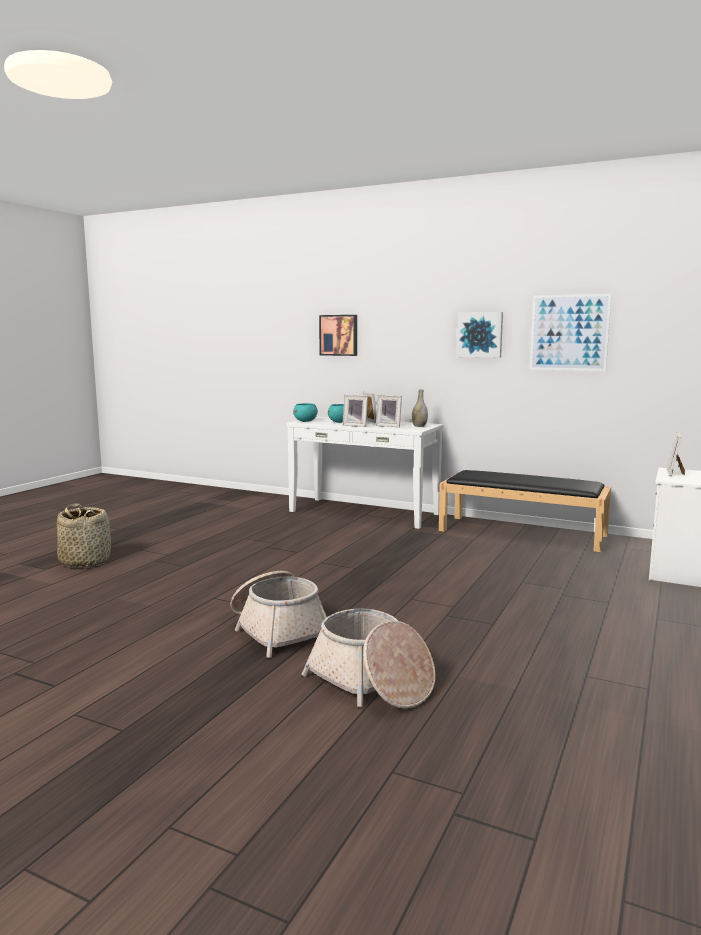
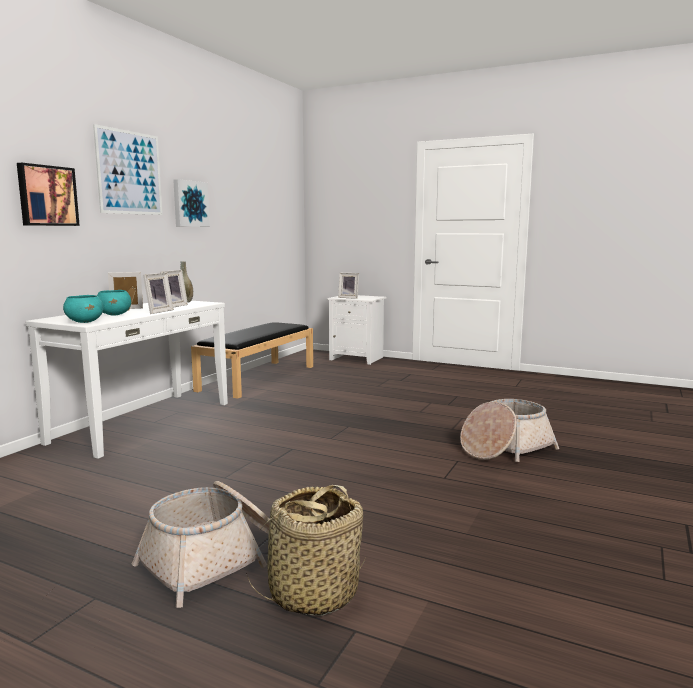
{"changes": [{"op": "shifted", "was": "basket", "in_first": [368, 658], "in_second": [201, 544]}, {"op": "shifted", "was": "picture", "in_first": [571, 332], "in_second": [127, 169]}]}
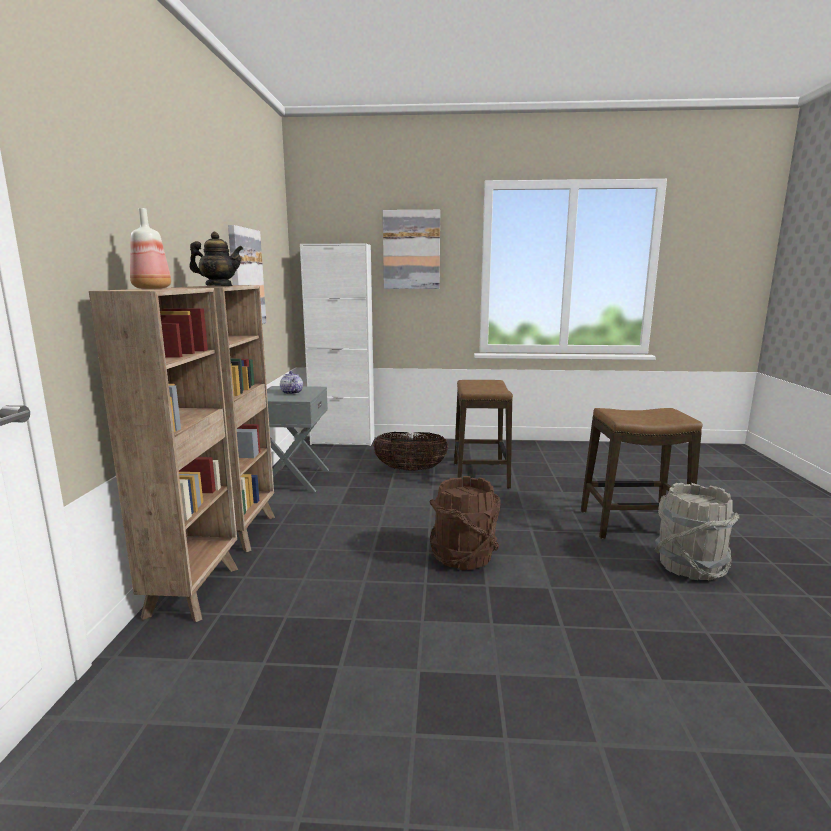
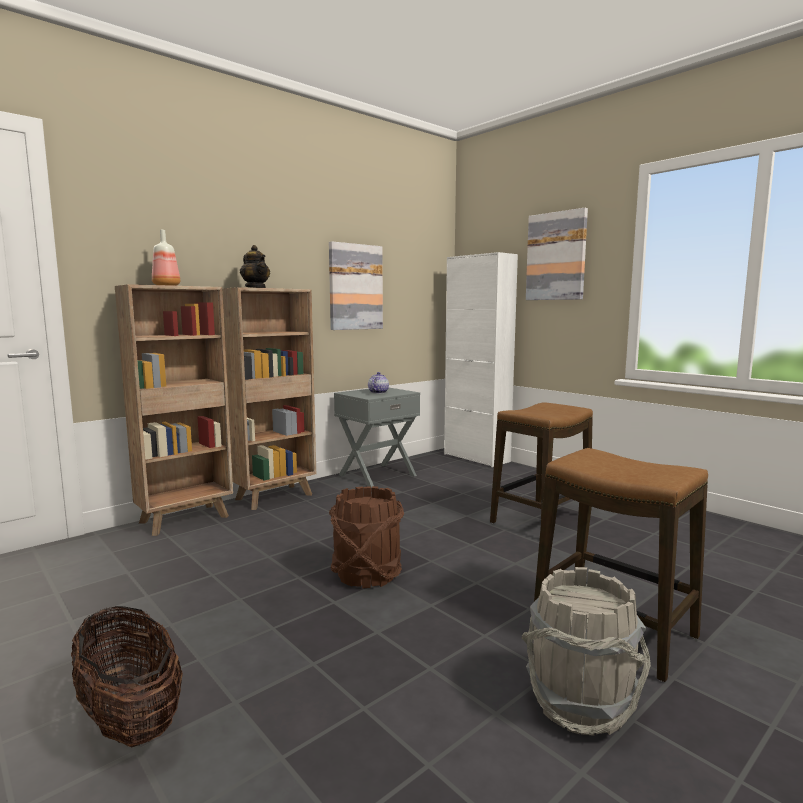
{"changes": [{"op": "shifted", "was": "basket", "in_first": [410, 451], "in_second": [127, 676]}]}
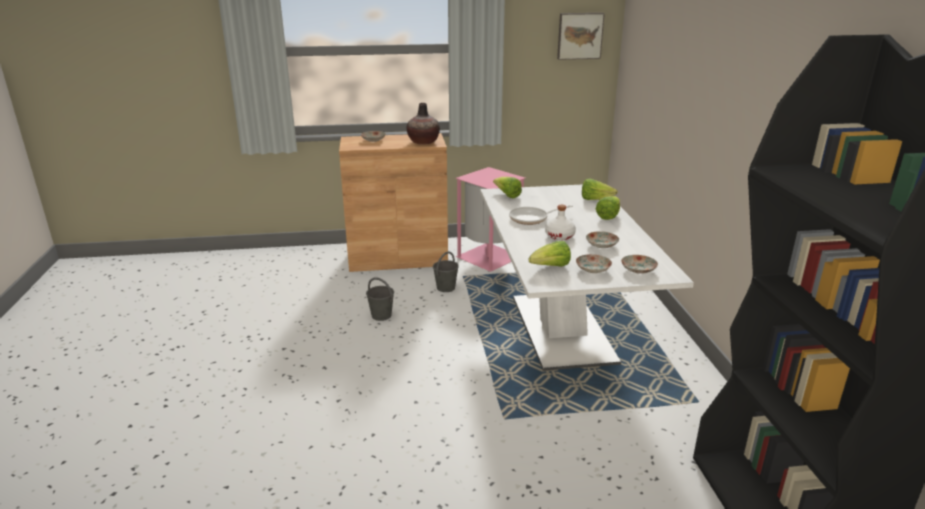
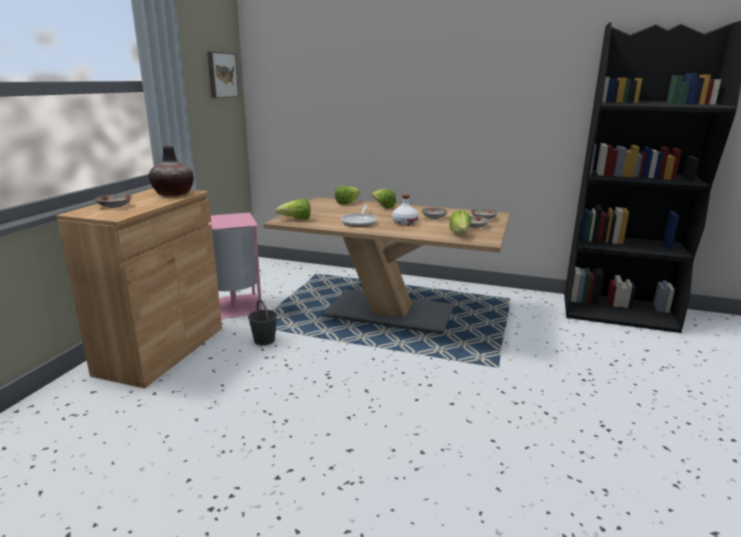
{"changes": [{"op": "gone", "was": "bucket (grey)", "in_first": [380, 299]}, {"op": "repainted", "was": "dining table (white)", "now": "dining table (brown)", "in_first": [587, 277], "in_second": [387, 265]}]}
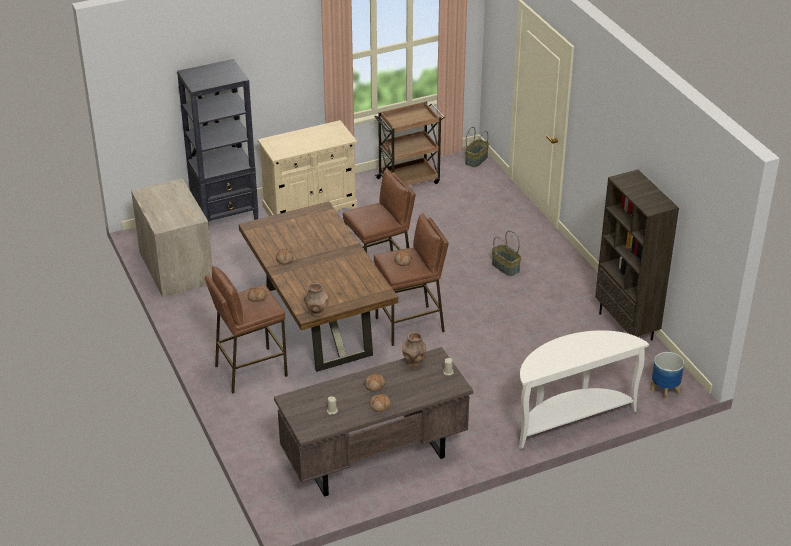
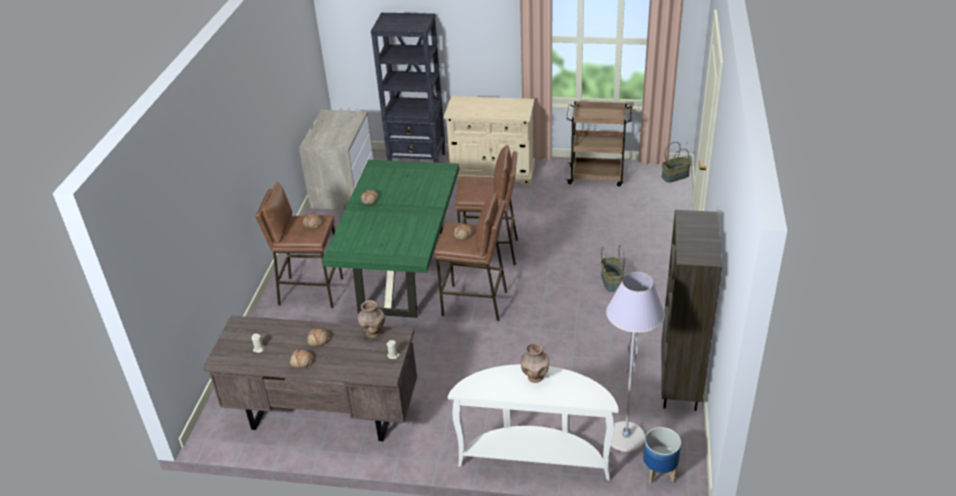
{"changes": [{"op": "new", "now": "floor lamp (grey)", "in_second": [635, 362]}, {"op": "shifted", "was": "vase (brown)", "in_first": [316, 300], "in_second": [535, 362]}, {"op": "repainted", "was": "dining table (brown)", "now": "dining table (green)", "in_first": [318, 286], "in_second": [390, 239]}]}
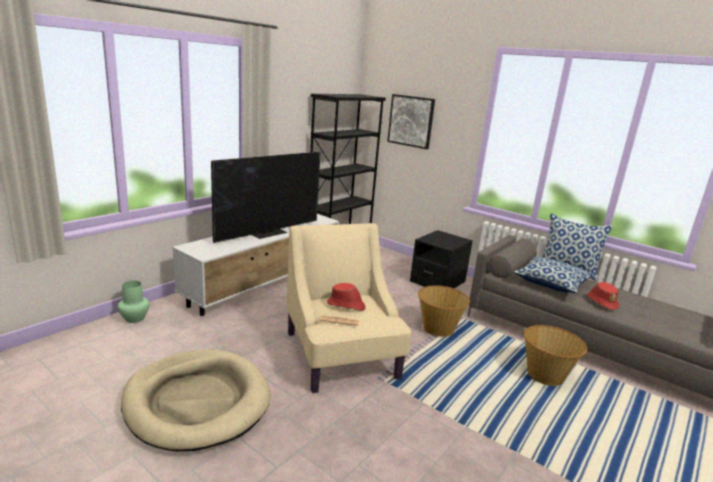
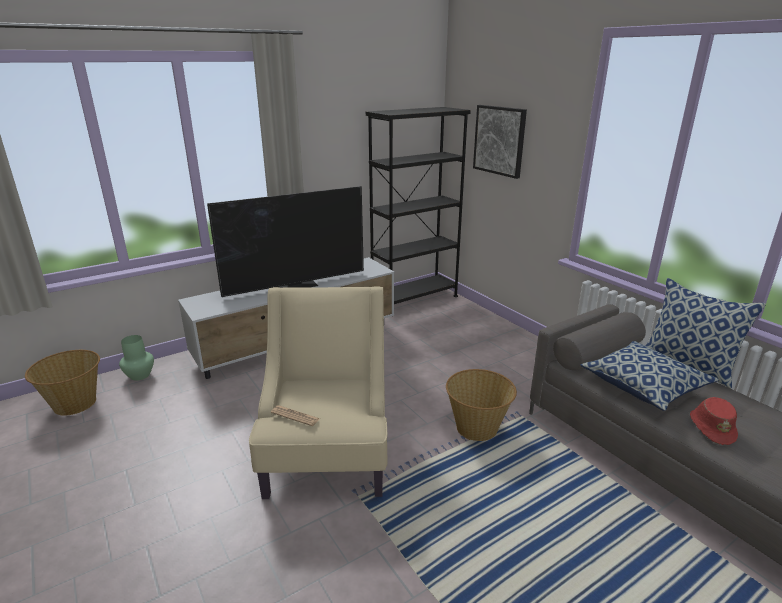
{"changes": [{"op": "gone", "was": "dog bed (beige)", "in_first": [196, 400]}, {"op": "gone", "was": "hat (red)", "in_first": [346, 297]}, {"op": "gone", "was": "nightstand (black)", "in_first": [441, 259]}, {"op": "shifted", "was": "basket", "in_first": [555, 355], "in_second": [62, 382]}]}
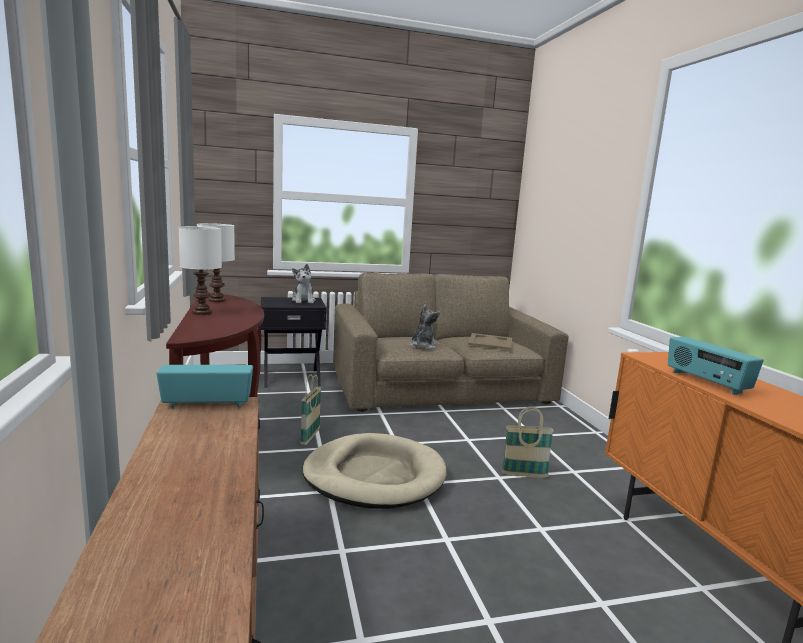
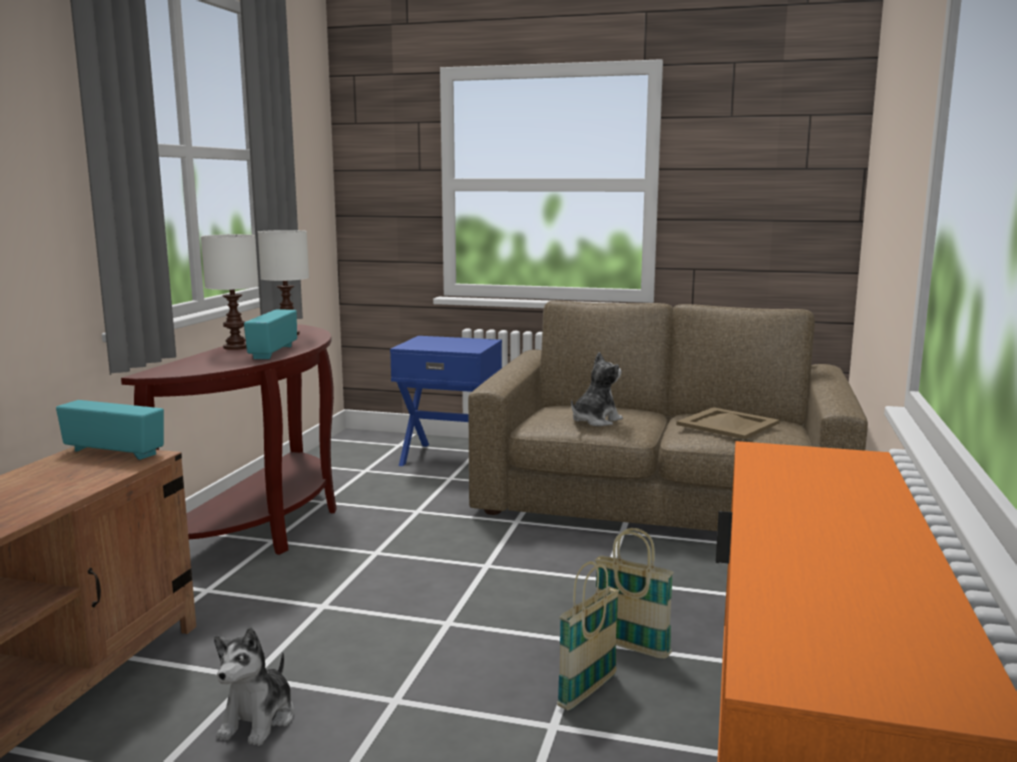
{"changes": [{"op": "gone", "was": "dog bed (beige)", "in_first": [374, 471]}, {"op": "shifted", "was": "plush toy", "in_first": [304, 283], "in_second": [254, 686]}, {"op": "shifted", "was": "basket", "in_first": [310, 409], "in_second": [588, 635]}, {"op": "shifted", "was": "radio", "in_first": [715, 366], "in_second": [270, 334]}, {"op": "repainted", "was": "side table (black)", "now": "side table (blue)", "in_first": [293, 342], "in_second": [446, 401]}]}
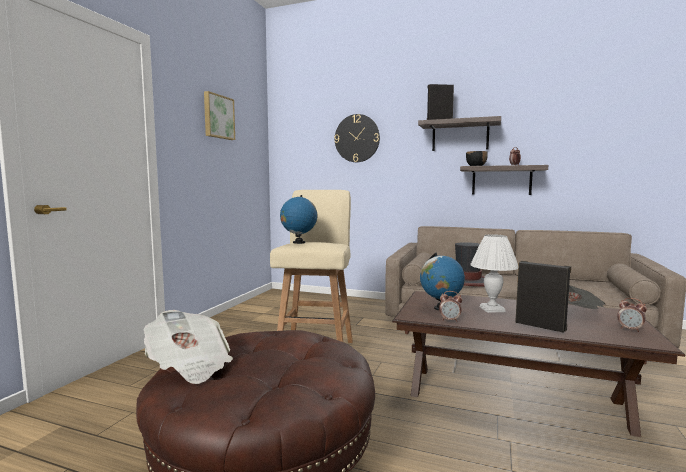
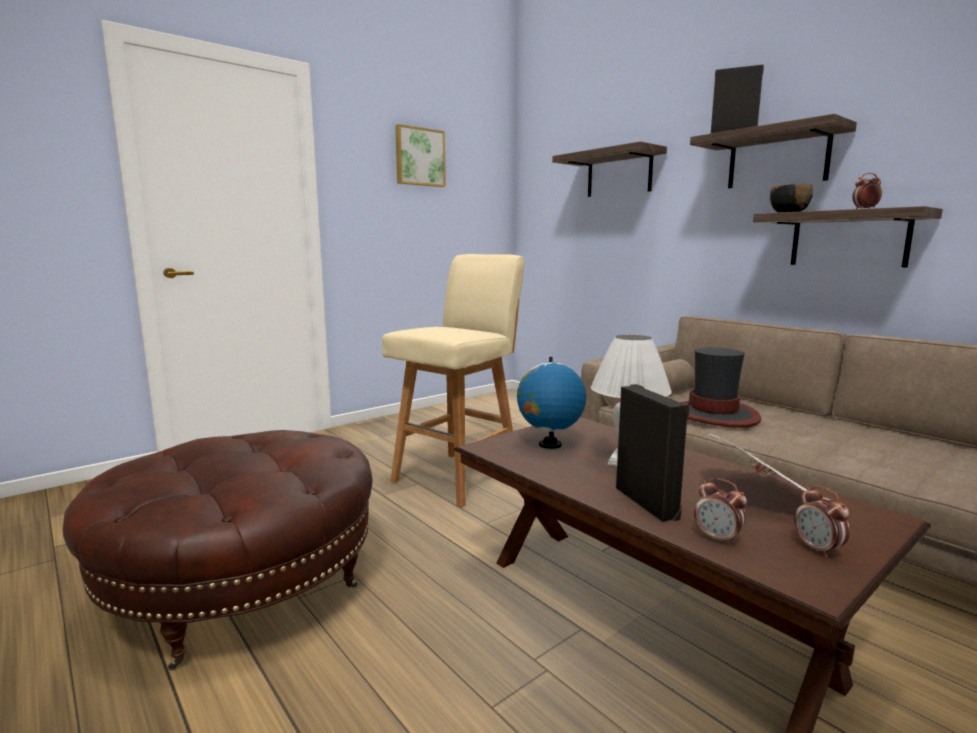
{"changes": [{"op": "gone", "was": "newspaper", "in_first": [188, 347]}, {"op": "gone", "was": "globe", "in_first": [298, 219]}, {"op": "shifted", "was": "alarm clock", "in_first": [450, 306], "in_second": [720, 512]}, {"op": "swapped", "was": "wall clock", "now": "shelf", "in_first": [357, 138], "in_second": [609, 169]}]}
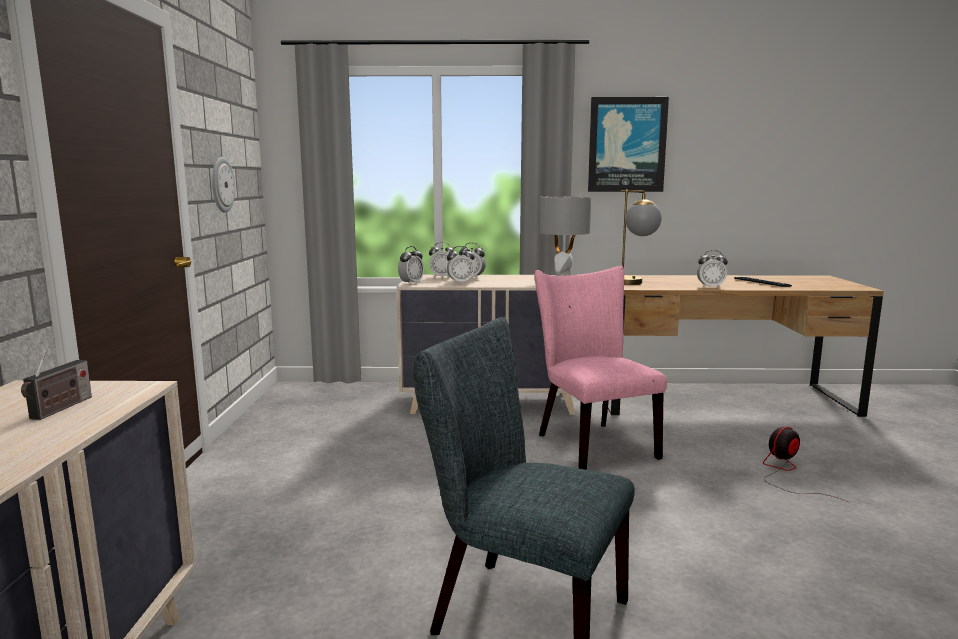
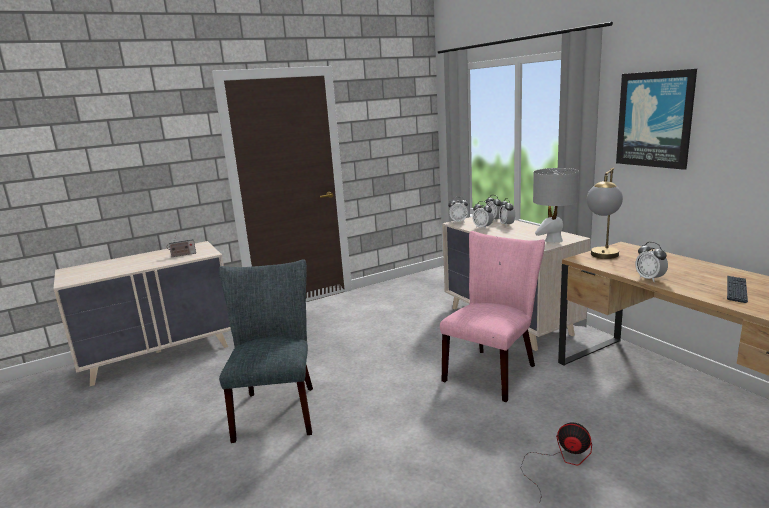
{"changes": [{"op": "gone", "was": "wall clock", "in_first": [223, 185]}]}
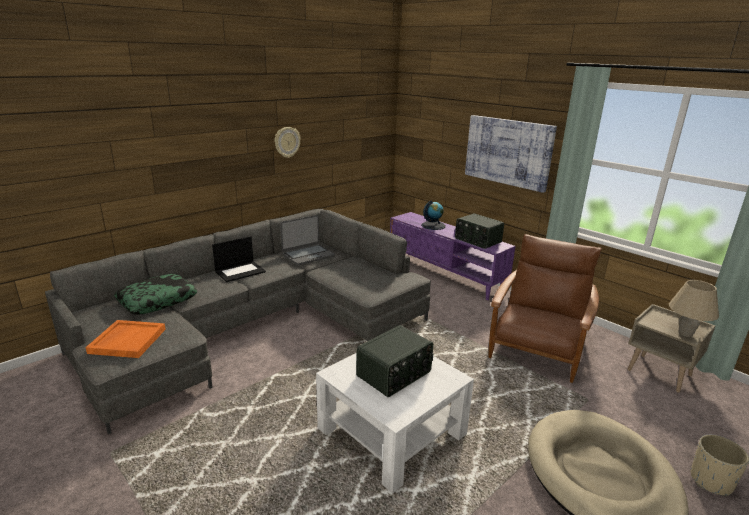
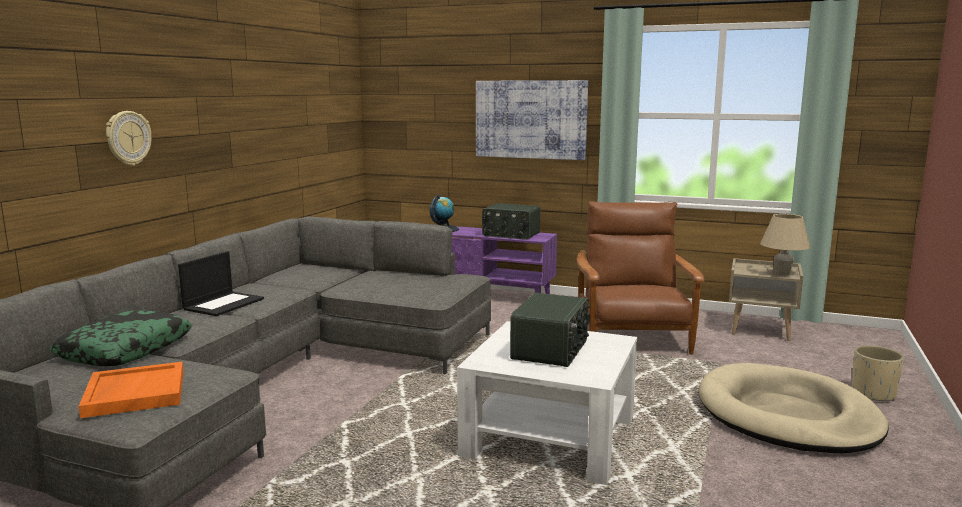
{"changes": [{"op": "gone", "was": "laptop", "in_first": [307, 240]}, {"op": "shifted", "was": "wall clock", "in_first": [288, 142], "in_second": [128, 138]}]}
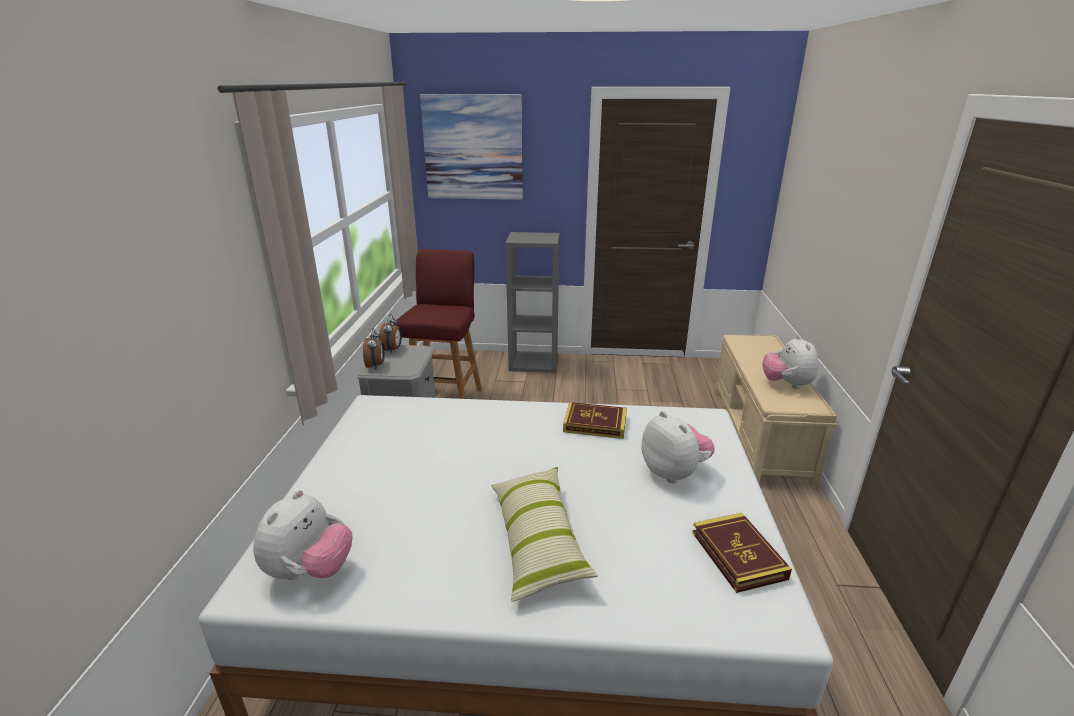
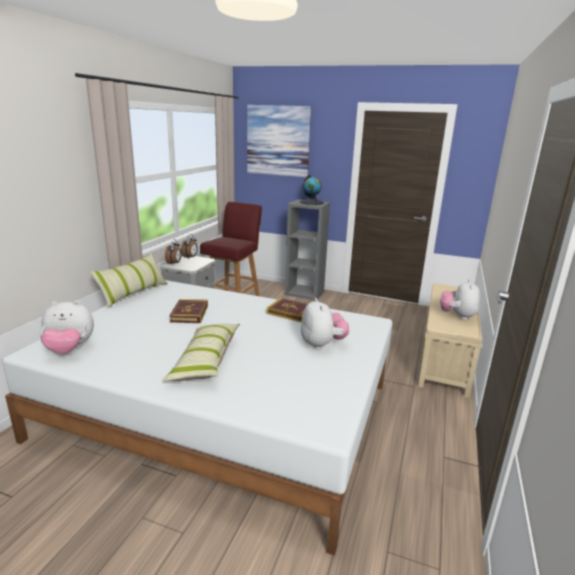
{"changes": [{"op": "new", "now": "pillow", "in_second": [128, 280]}, {"op": "new", "now": "globe", "in_second": [312, 190]}, {"op": "shifted", "was": "book", "in_first": [742, 553], "in_second": [188, 311]}, {"op": "rotated", "was": "plush toy", "in_first": [303, 535], "in_second": [67, 327], "clockwise": 45}]}
